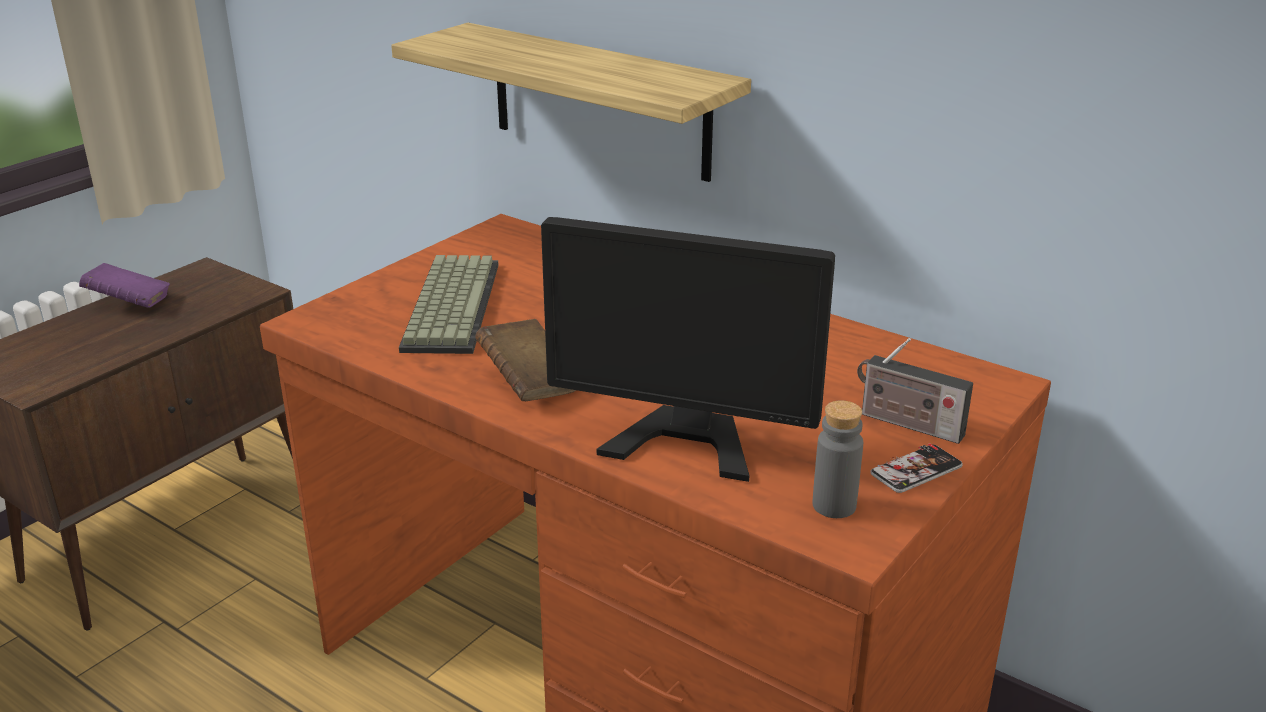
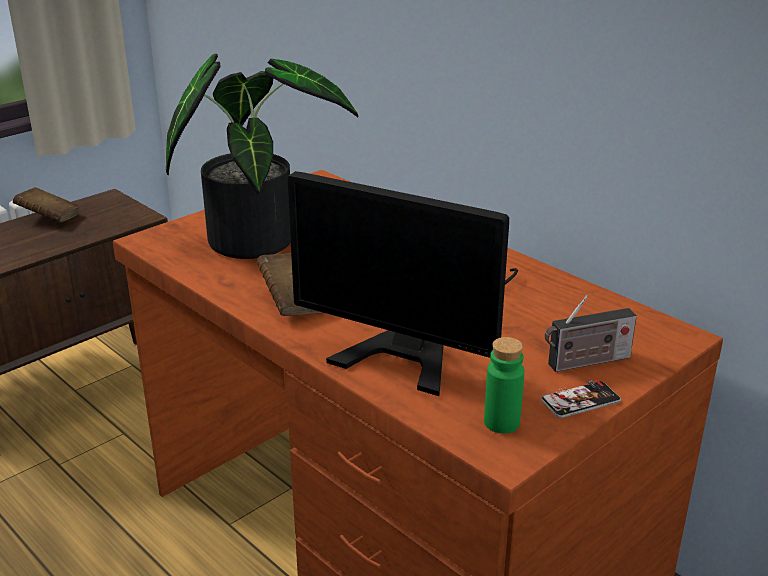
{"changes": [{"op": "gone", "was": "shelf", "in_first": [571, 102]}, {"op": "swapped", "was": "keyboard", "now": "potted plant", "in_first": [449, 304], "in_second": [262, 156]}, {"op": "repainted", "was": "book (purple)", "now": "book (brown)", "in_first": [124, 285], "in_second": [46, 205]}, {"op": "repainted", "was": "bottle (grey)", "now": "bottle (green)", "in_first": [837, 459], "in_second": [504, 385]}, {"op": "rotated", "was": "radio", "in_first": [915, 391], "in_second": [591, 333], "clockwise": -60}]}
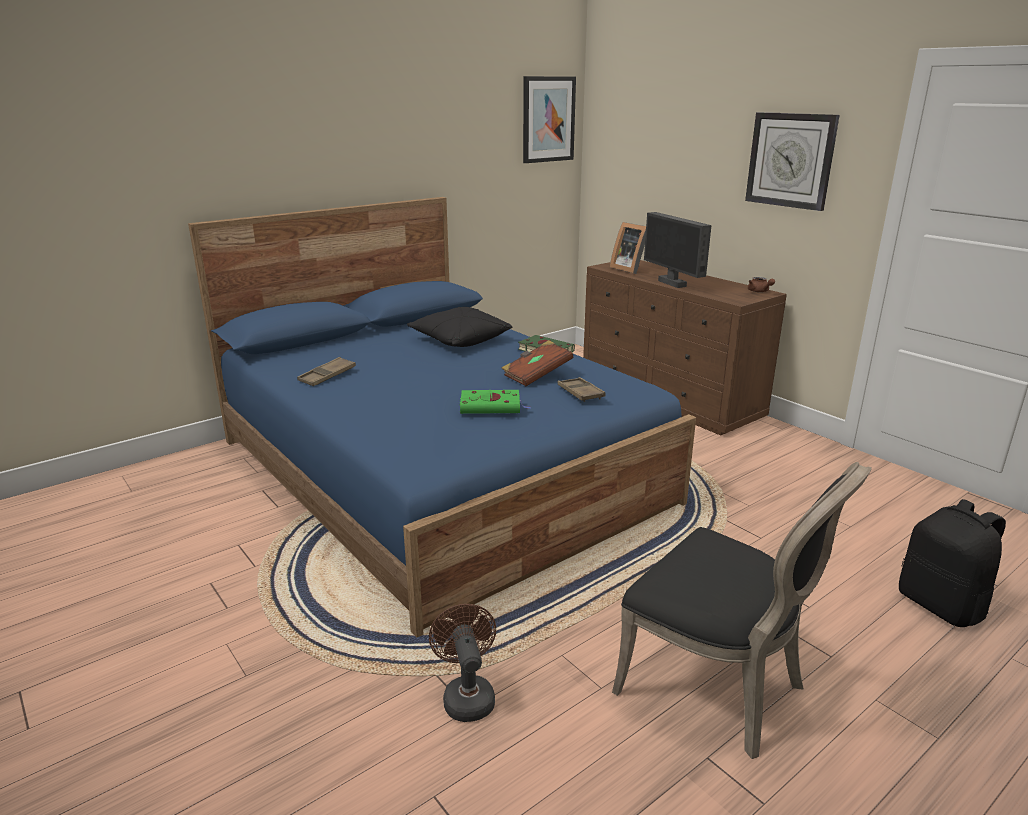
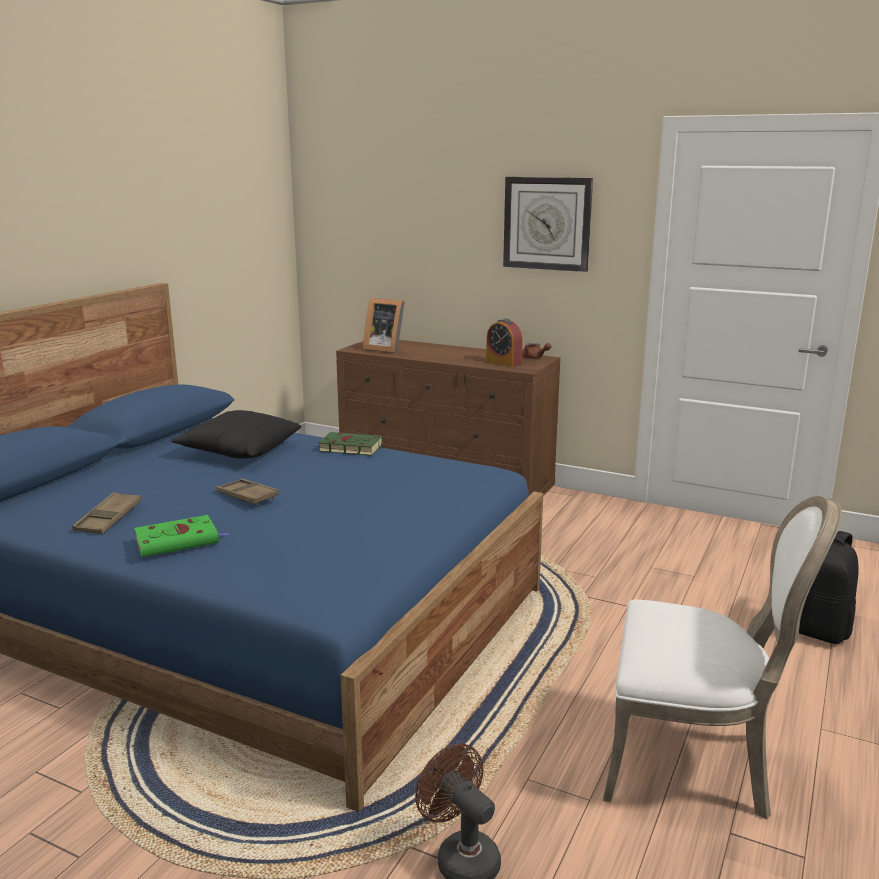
{"changes": [{"op": "gone", "was": "book (brown)", "in_first": [537, 363]}, {"op": "gone", "was": "picture", "in_first": [549, 119]}, {"op": "gone", "was": "monitor", "in_first": [678, 250]}, {"op": "new", "now": "alarm clock", "in_second": [504, 343]}, {"op": "shifted", "was": "book (green)", "in_first": [495, 402], "in_second": [182, 536]}, {"op": "shifted", "was": "tray (brown)", "in_first": [582, 389], "in_second": [247, 491]}, {"op": "repainted", "was": "chair (black)", "now": "chair (white)", "in_first": [742, 610], "in_second": [722, 658]}]}
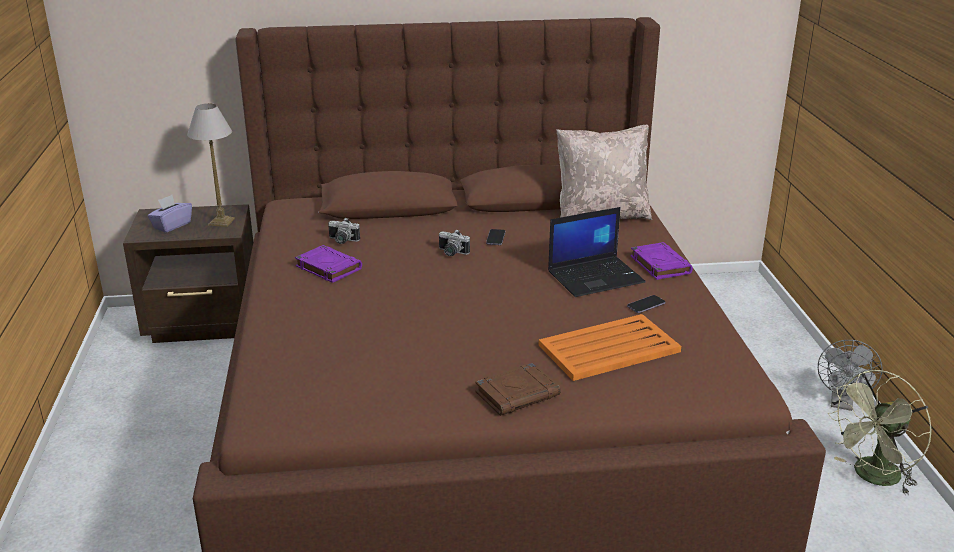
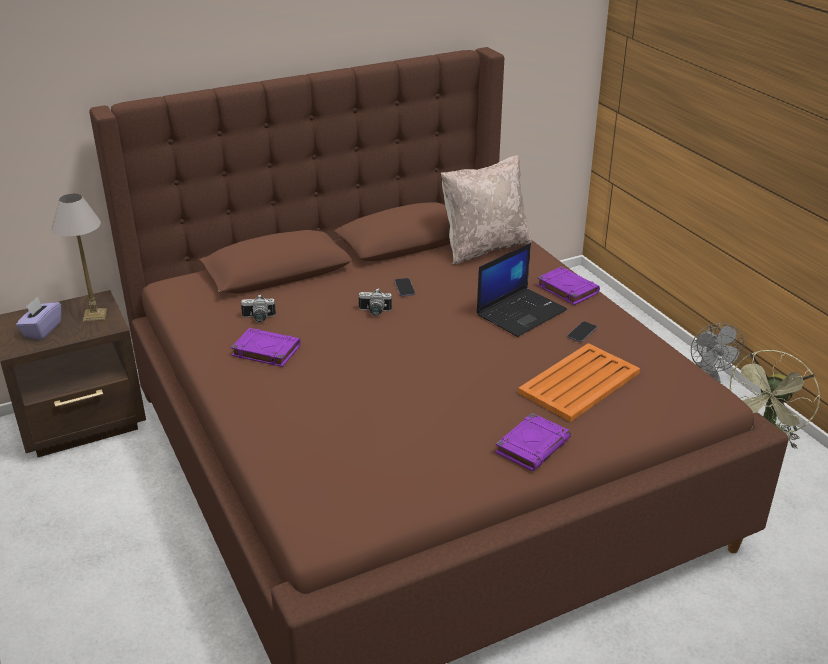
{"changes": [{"op": "repainted", "was": "book (brown)", "now": "book (purple)", "in_first": [518, 389], "in_second": [533, 442]}]}
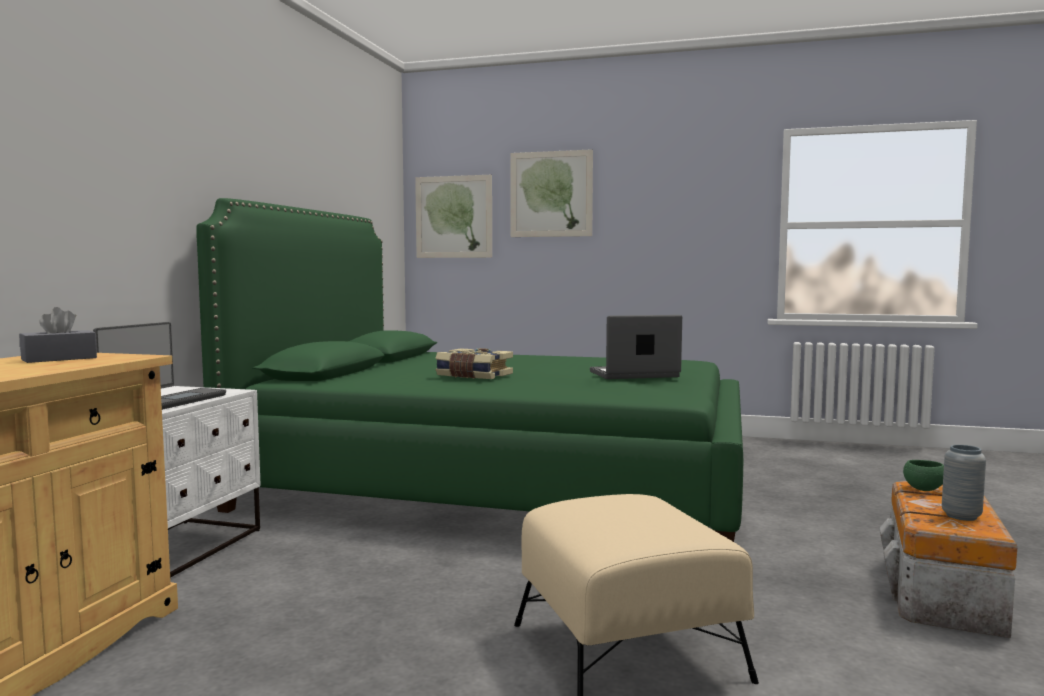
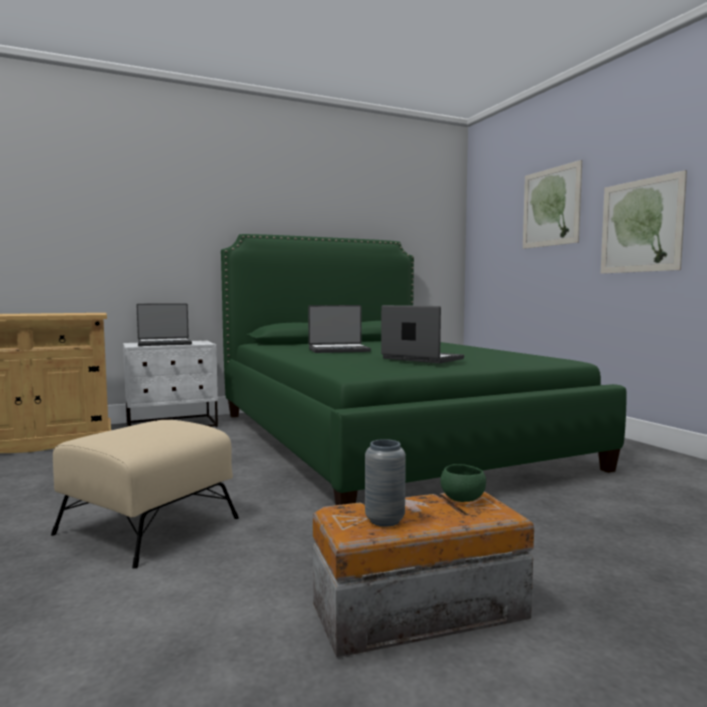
{"changes": [{"op": "gone", "was": "tissue box (grey)", "in_first": [58, 335]}, {"op": "shifted", "was": "picture", "in_first": [453, 216], "in_second": [644, 222]}, {"op": "swapped", "was": "book", "now": "laptop", "in_first": [474, 363], "in_second": [339, 329]}]}
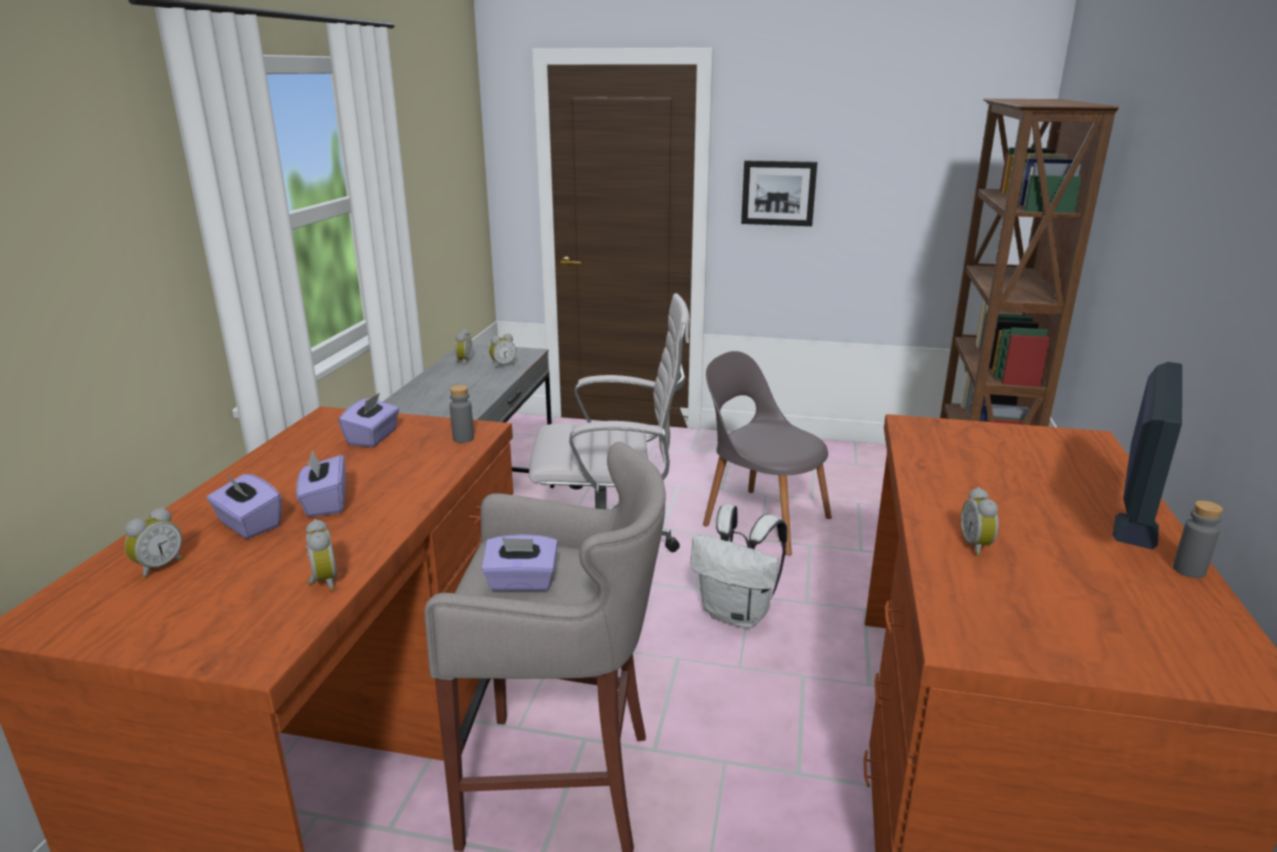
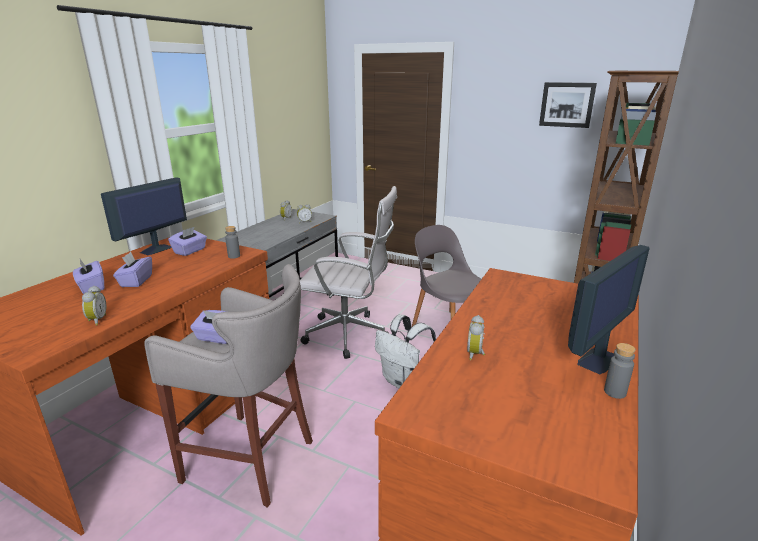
{"changes": [{"op": "gone", "was": "alarm clock", "in_first": [154, 542]}, {"op": "new", "now": "monitor", "in_second": [144, 216]}, {"op": "shifted", "was": "picture", "in_first": [779, 193], "in_second": [568, 105]}]}
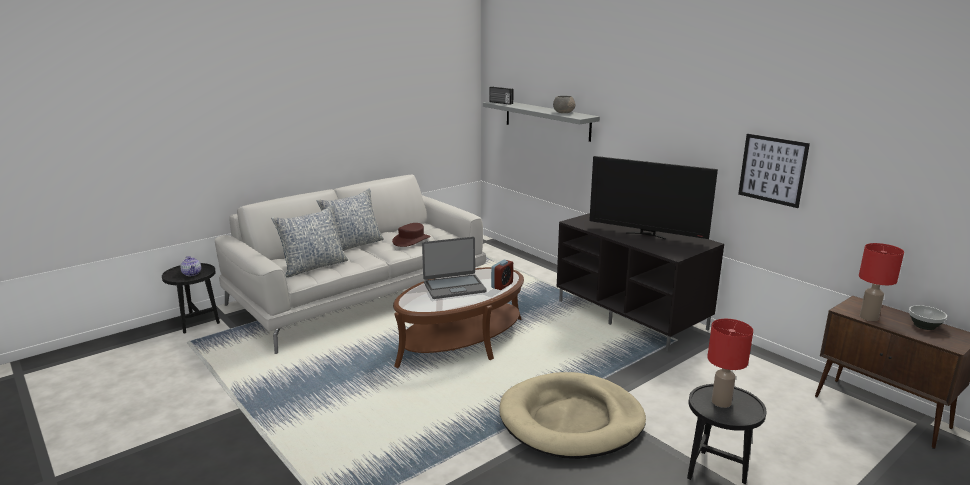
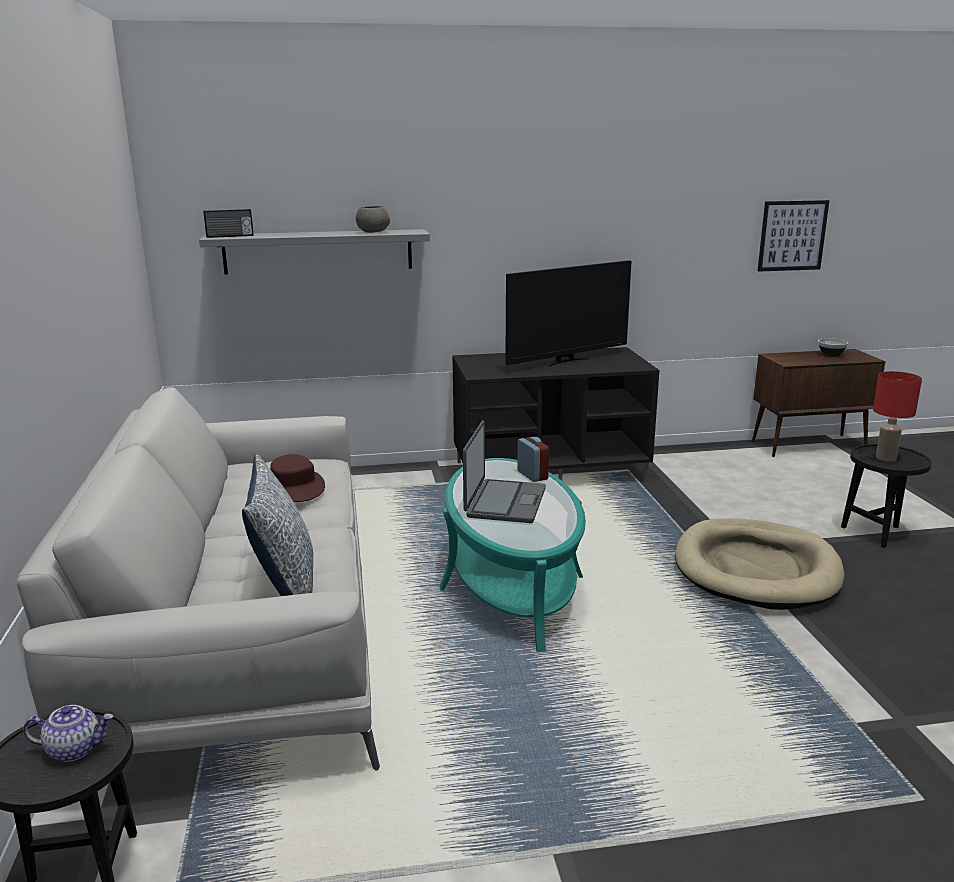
{"changes": [{"op": "gone", "was": "pillow", "in_first": [350, 219]}, {"op": "gone", "was": "table lamp (red)", "in_first": [881, 282]}, {"op": "shifted", "was": "picture", "in_first": [774, 171], "in_second": [793, 236]}, {"op": "repainted", "was": "coffee table (brown)", "now": "coffee table (turquoise)", "in_first": [458, 317], "in_second": [513, 555]}]}
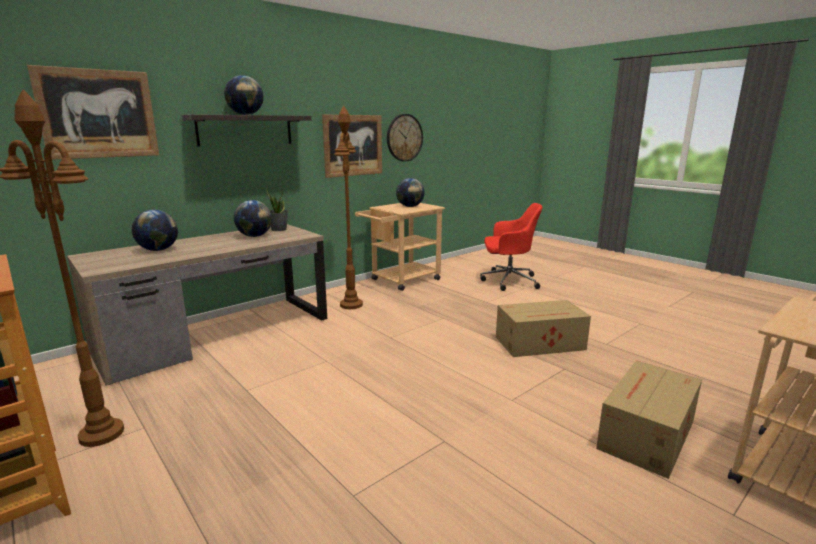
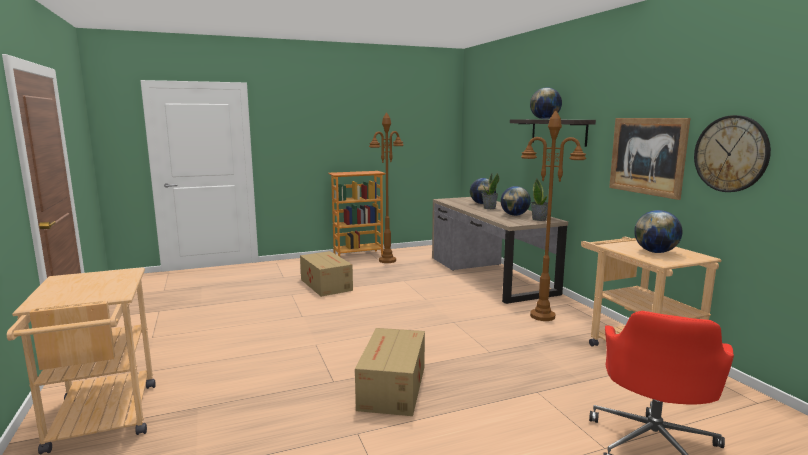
{"changes": [{"op": "gone", "was": "picture", "in_first": [93, 112]}, {"op": "new", "now": "potted plant", "in_second": [490, 191]}, {"op": "shifted", "was": "cardboard box", "in_first": [649, 420], "in_second": [326, 274]}]}
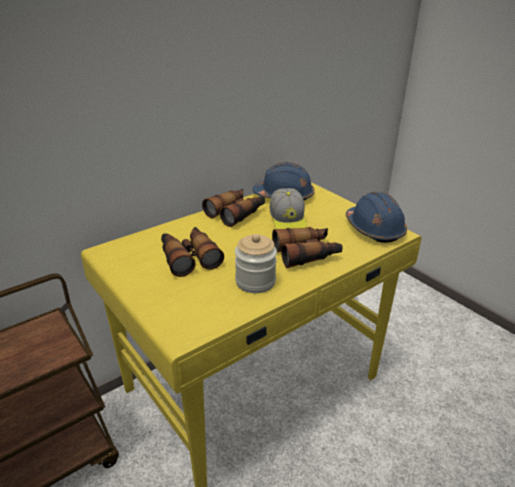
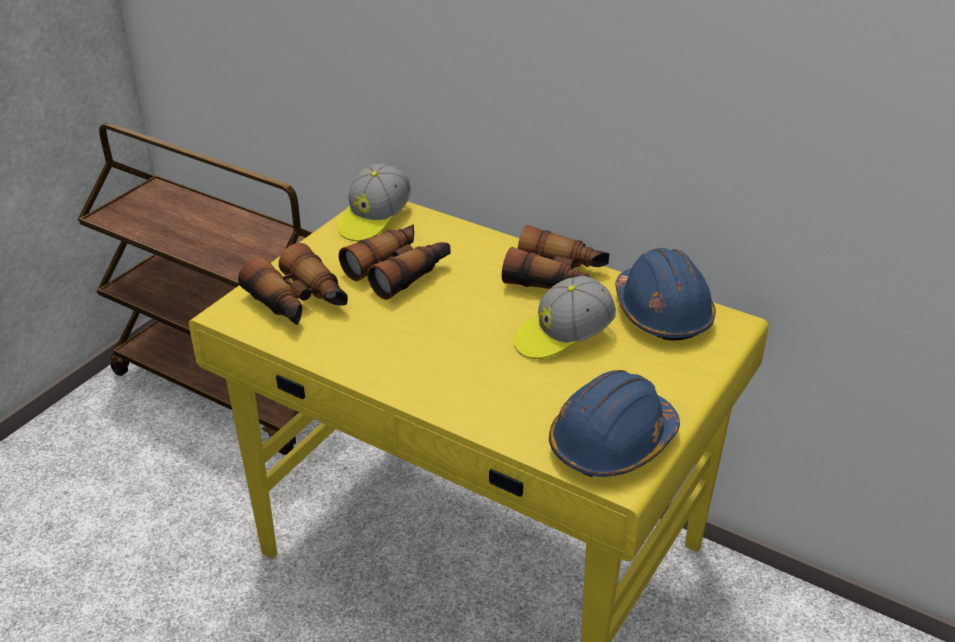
{"changes": [{"op": "gone", "was": "jar", "in_first": [256, 263]}, {"op": "new", "now": "cap", "in_second": [374, 202]}, {"op": "shifted", "was": "binoculars", "in_first": [307, 247], "in_second": [293, 284]}]}
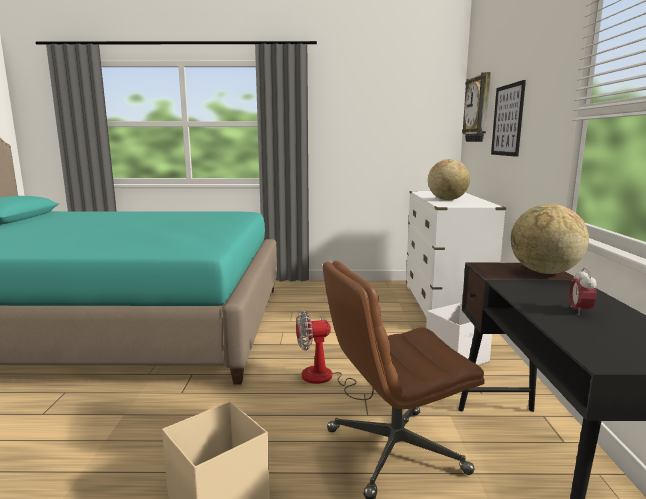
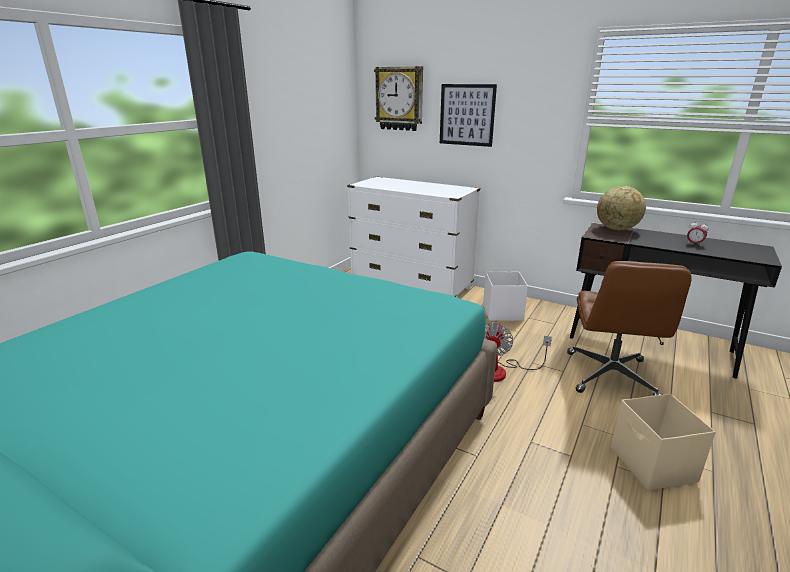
{"changes": [{"op": "gone", "was": "globe", "in_first": [449, 179]}]}
